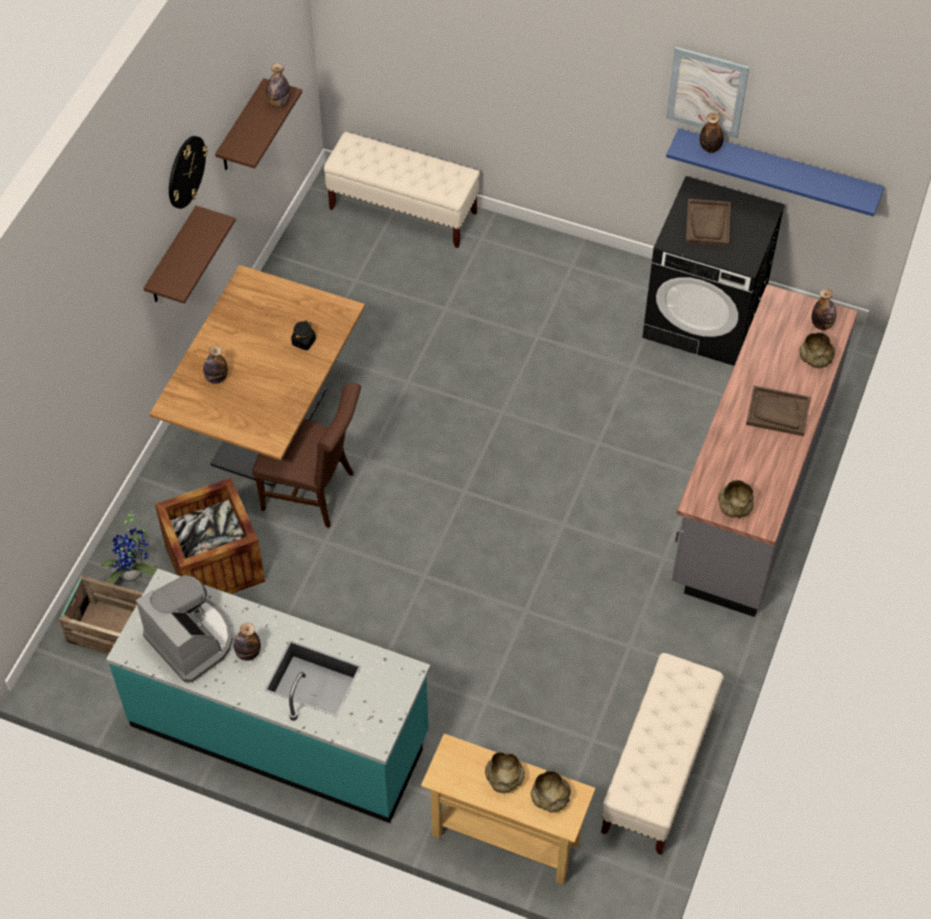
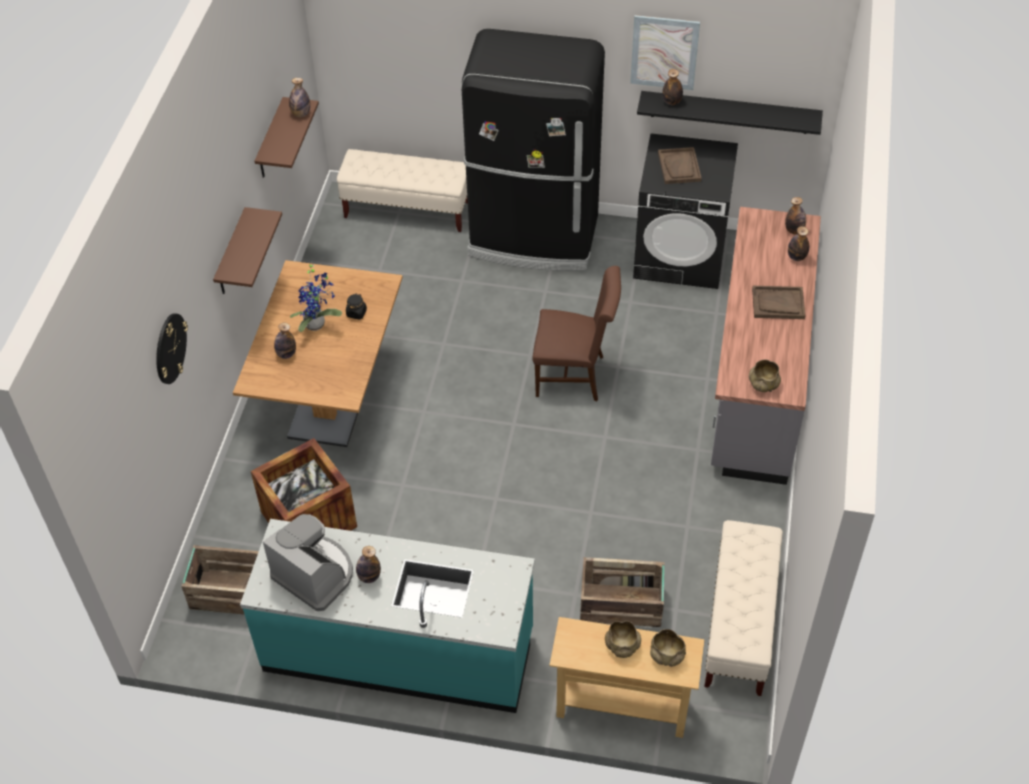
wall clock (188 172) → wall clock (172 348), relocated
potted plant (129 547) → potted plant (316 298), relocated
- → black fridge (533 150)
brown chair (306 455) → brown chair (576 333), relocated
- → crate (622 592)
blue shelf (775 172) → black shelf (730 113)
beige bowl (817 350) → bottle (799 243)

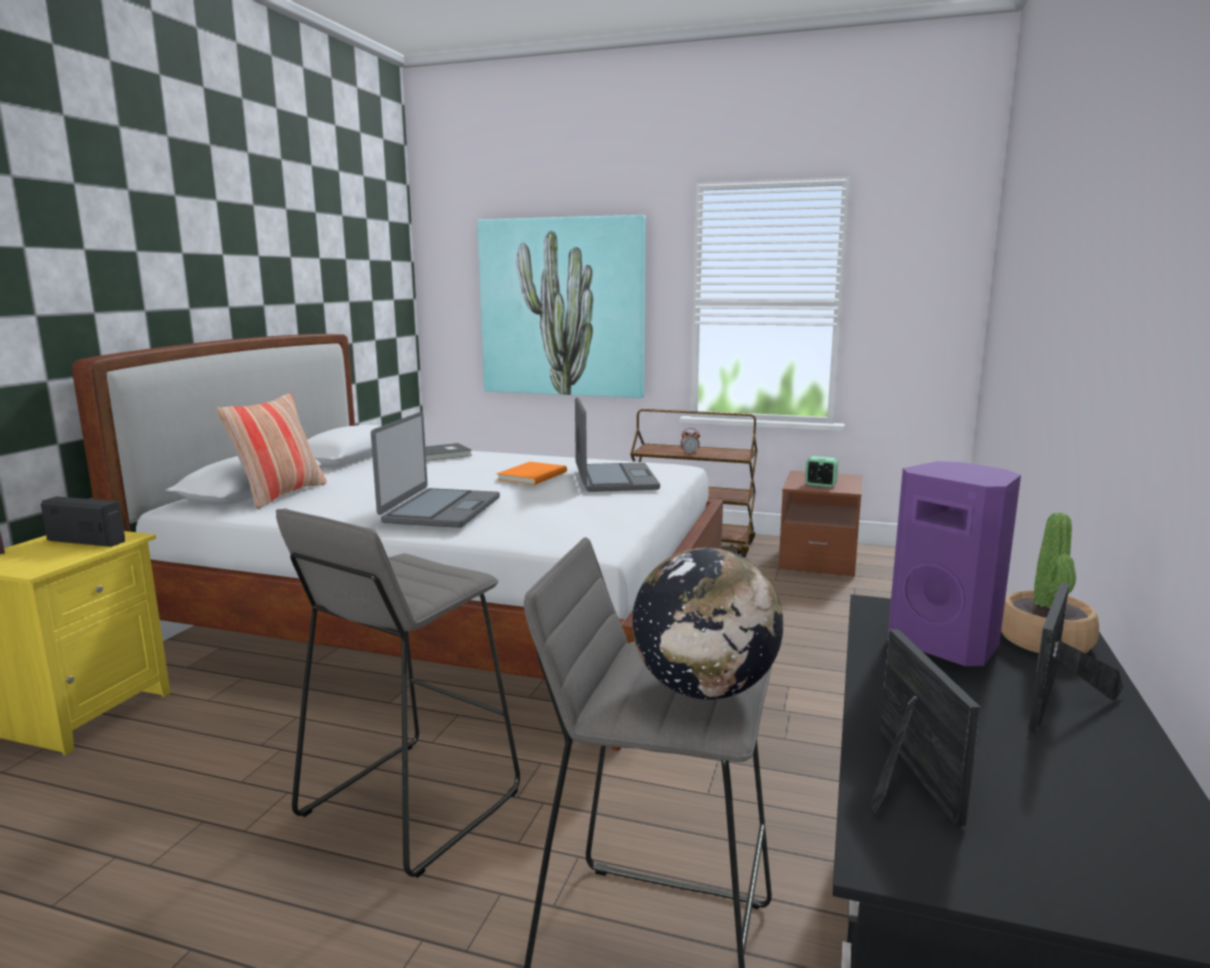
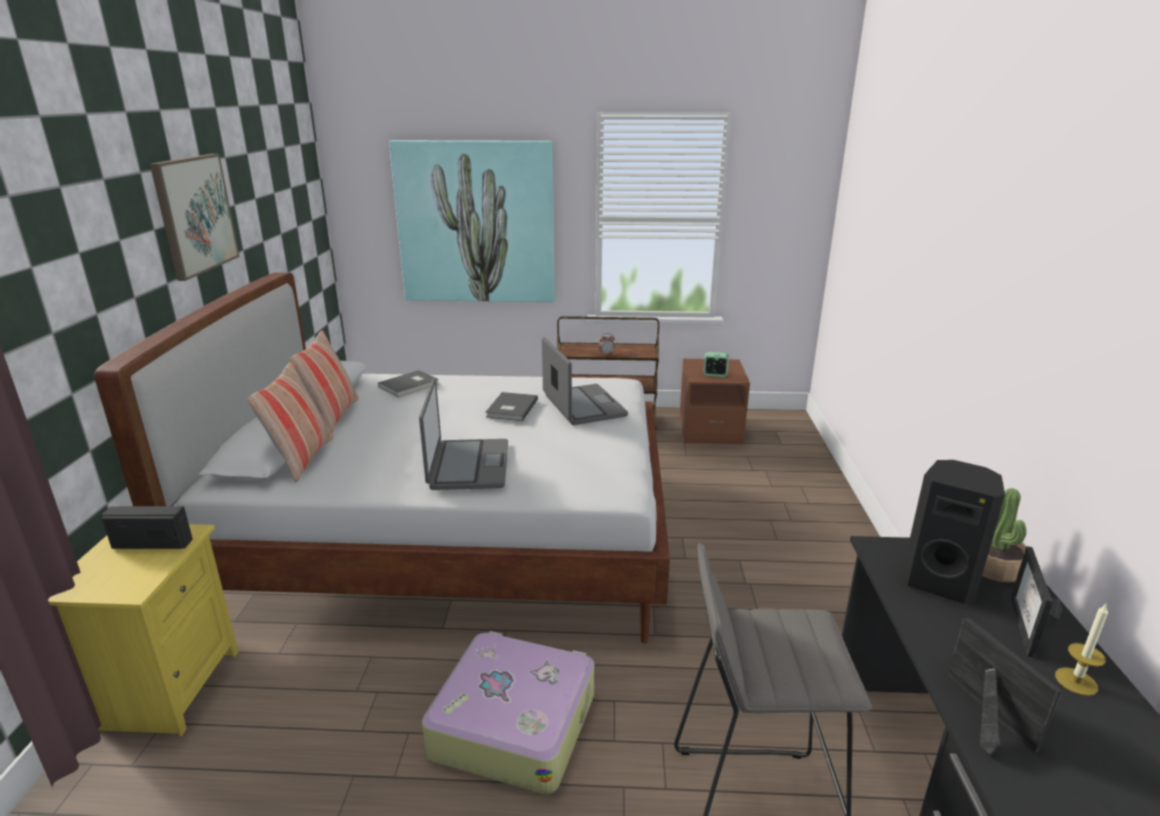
- → picture (195 217)
- → pillow (324 381)
grey stool (398 693) → suitcase (508 712)
orange book (531 473) → grey book (511 406)
purple speaker (954 563) → black speaker (953 532)
- → candle (1081 650)
globe (707 623) → -

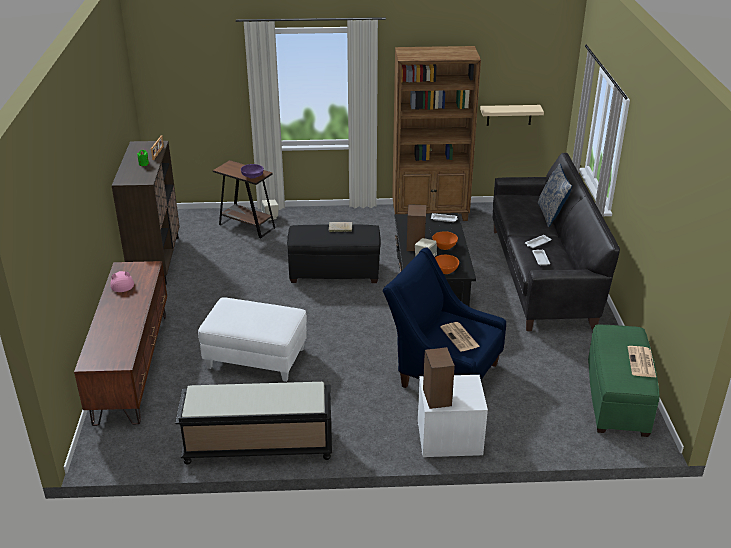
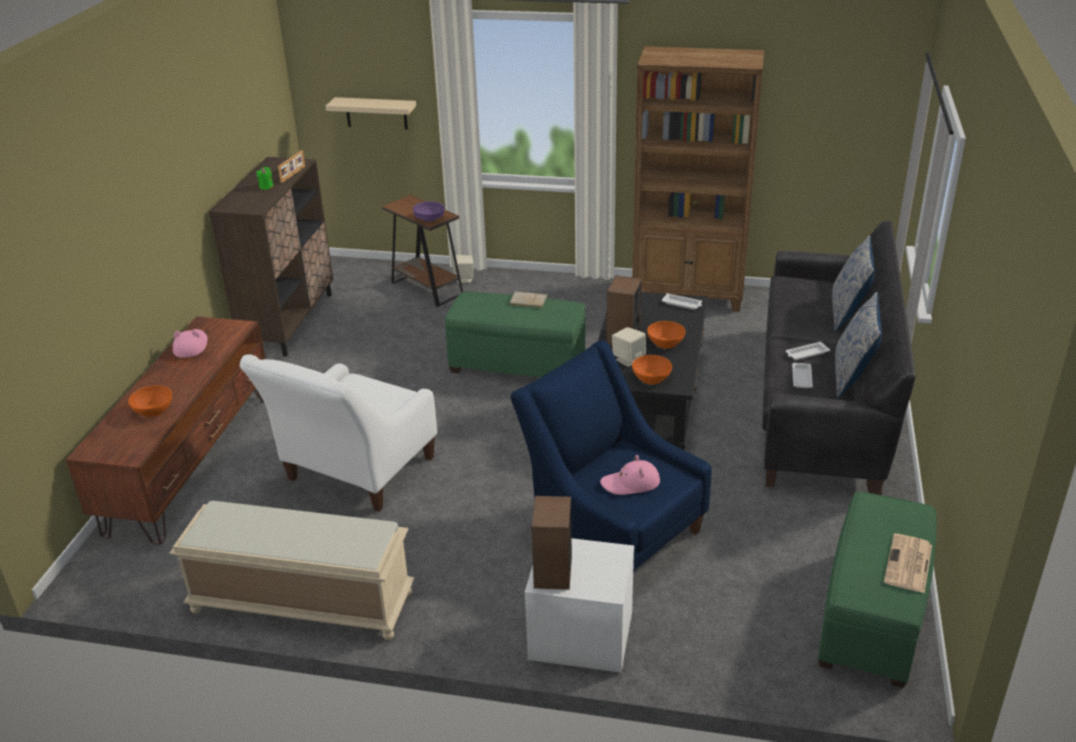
- → orange bowl (150 401)
black bench (253 423) → beige bench (292 570)
white ottoman (252 339) → white armchair (338 433)
beige shelf (512 115) → beige shelf (371 113), relocated
black ottoman (334 253) → green ottoman (515 334)
newspaper (460 337) → pink hat (630 475)
- → pillow (858 345)

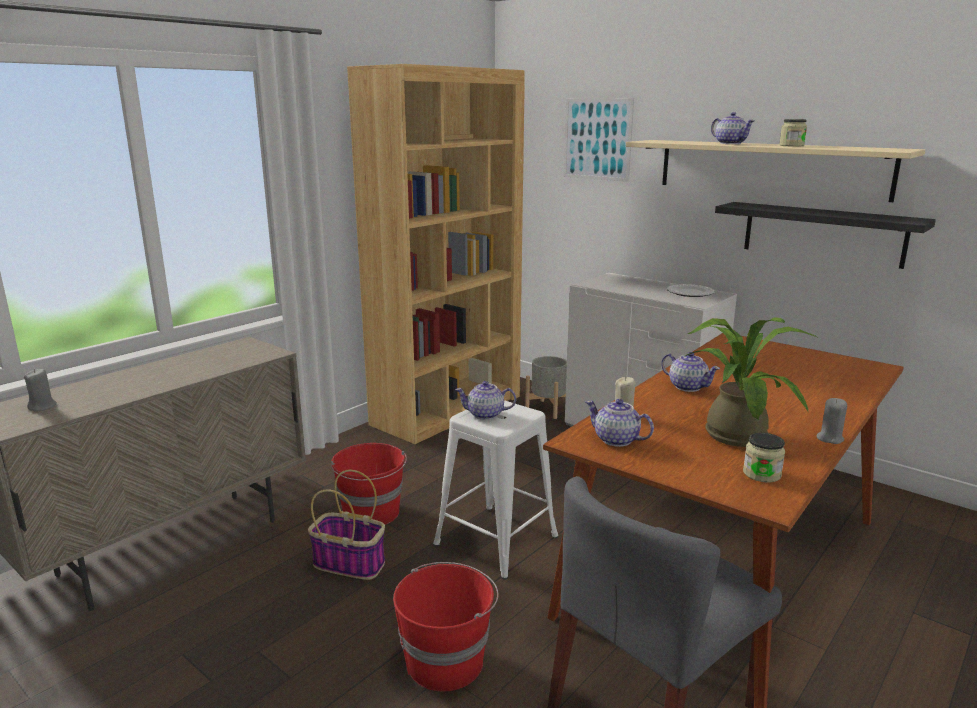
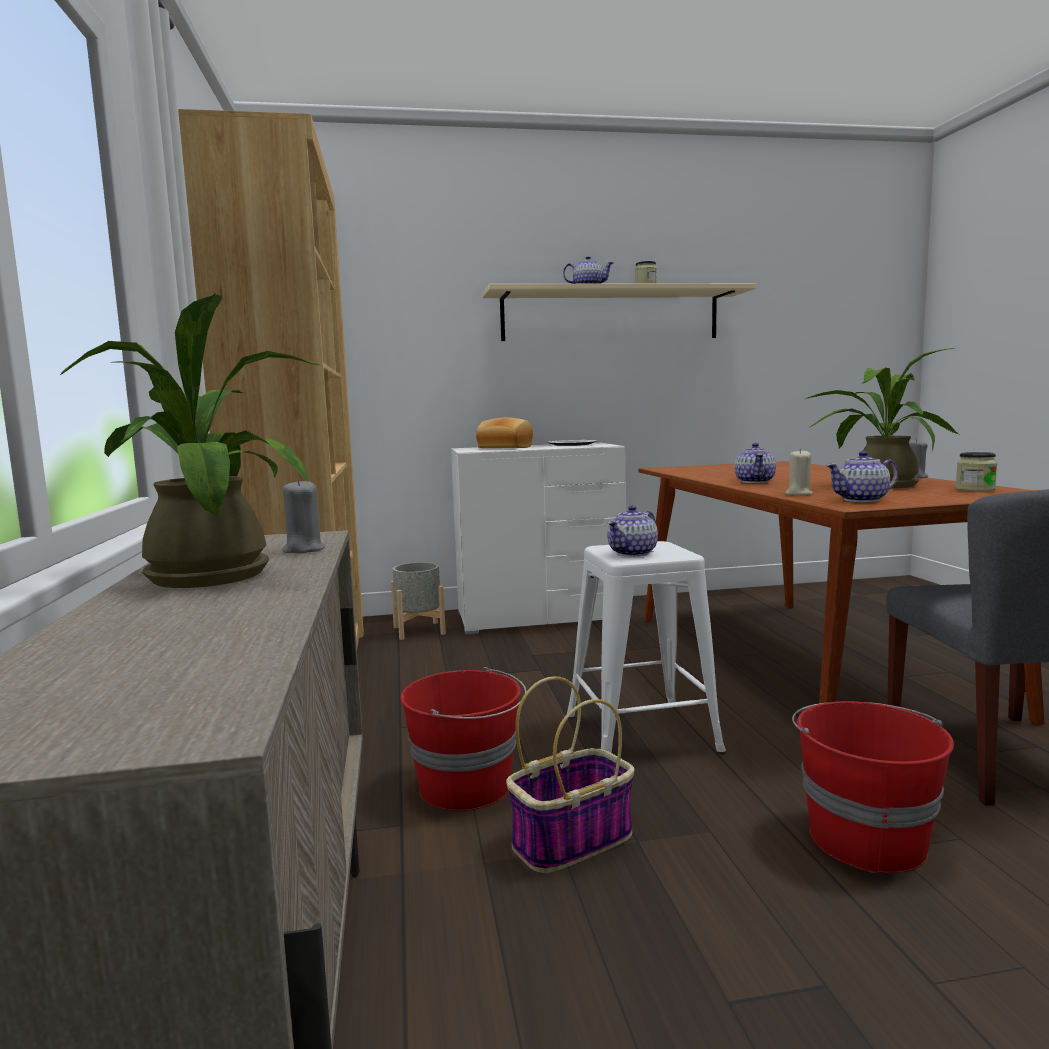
- → potted plant (189 440)
grey candle (40 390) → grey candle (303 516), relocated
- → bread (504 432)
teapot (690 372) → teapot (755 463), 105 degrees clockwise
picture (598 140) → -
black shelf (825 235) → -

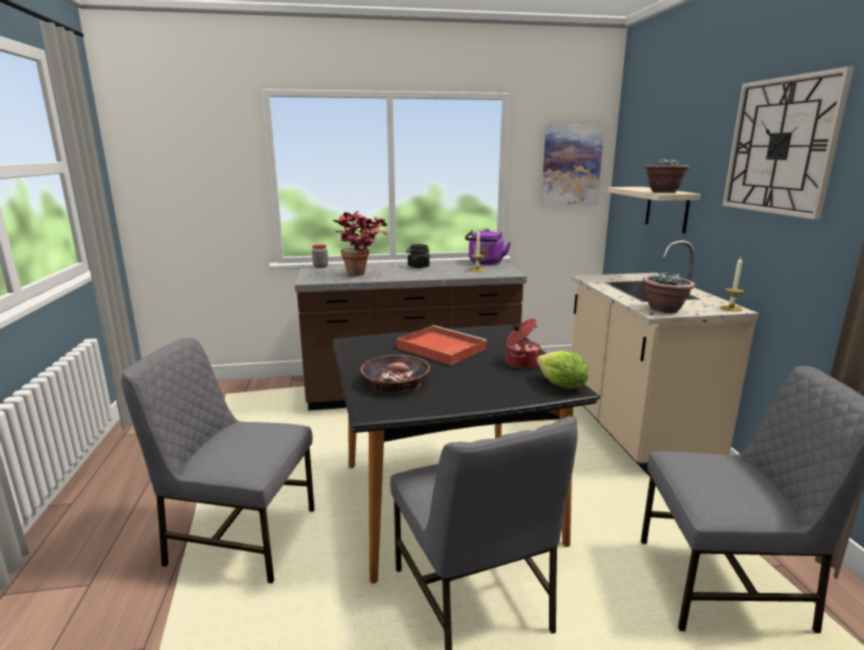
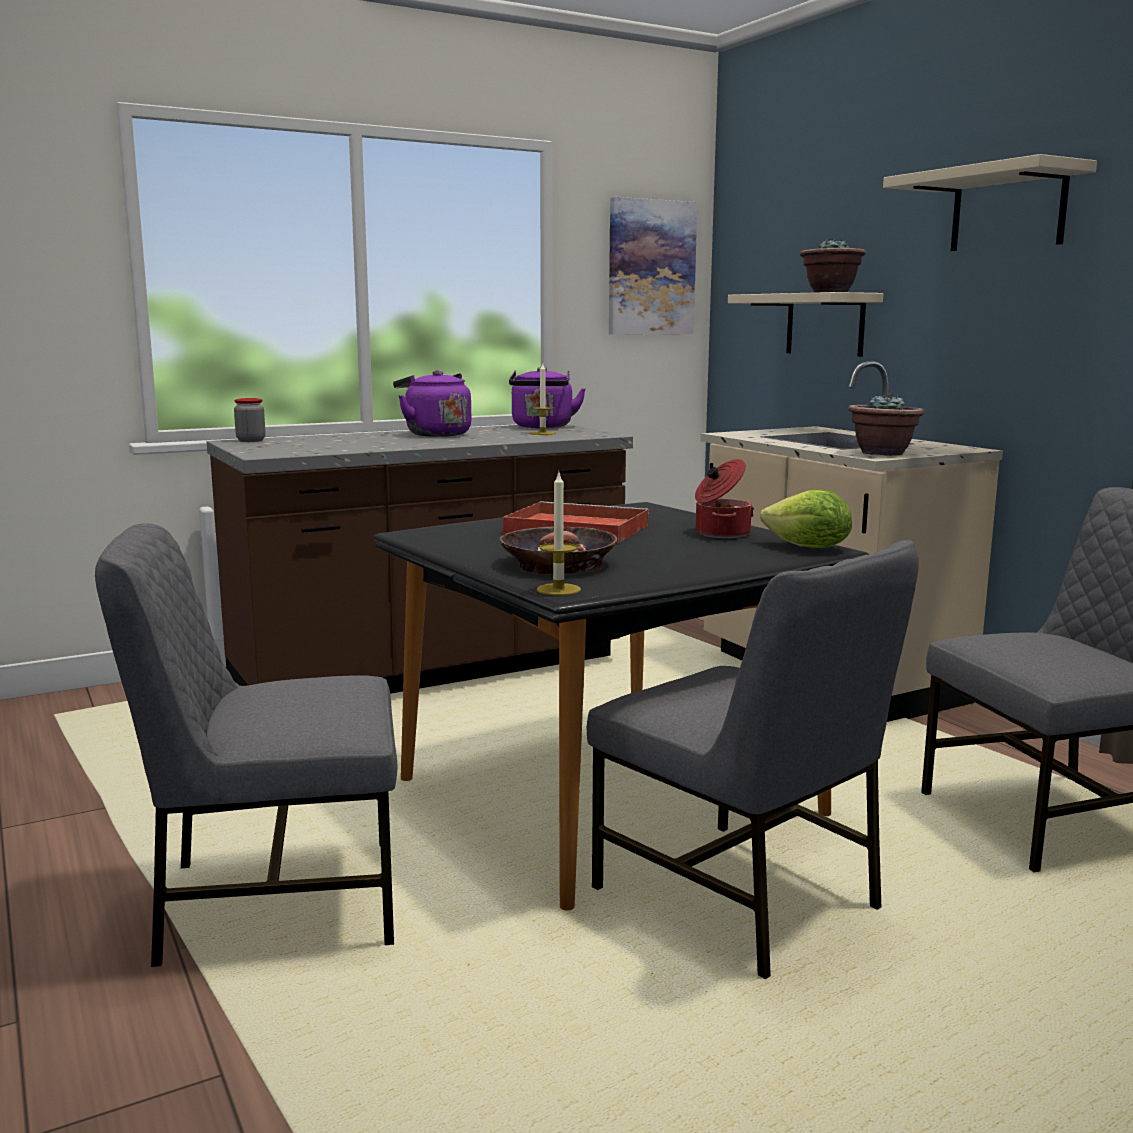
black jar (418 256) → purple kettle (432 403)
candle (732 284) → candle (559 534), relocated
wall clock (788 143) → beige shelf (990 202)
potted plant (360 243) → -

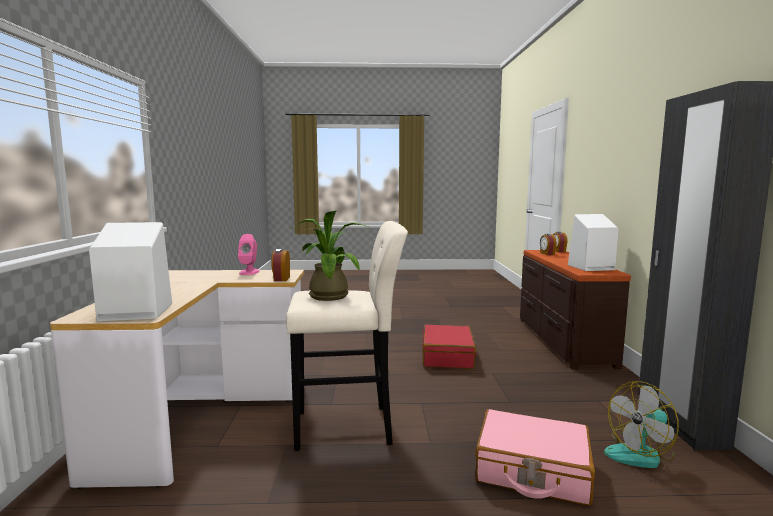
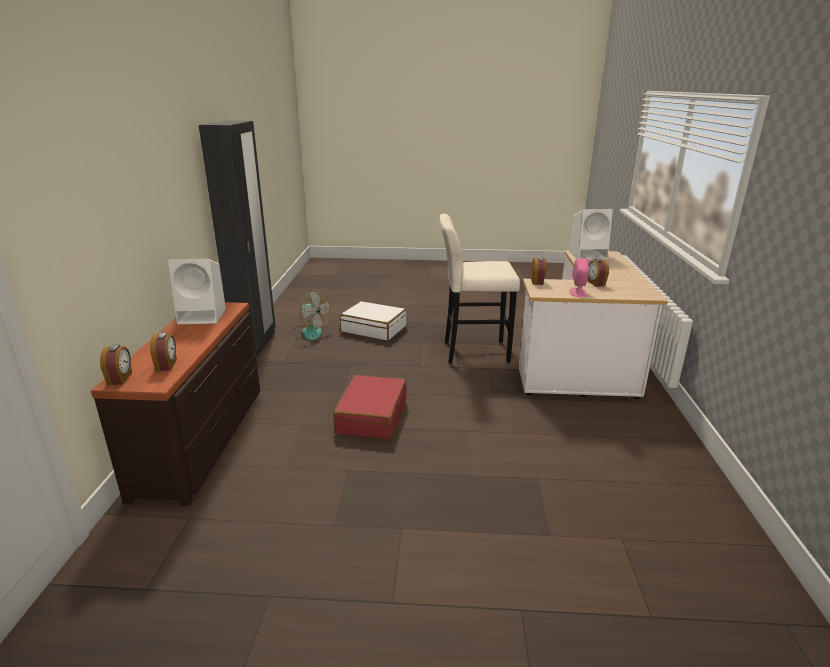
fan (641 424) → fan (308 315), 60 degrees clockwise
pink suitcase (535 457) → white suitcase (373 321)
- → alarm clock (598 272)
potted plant (330 256) → -

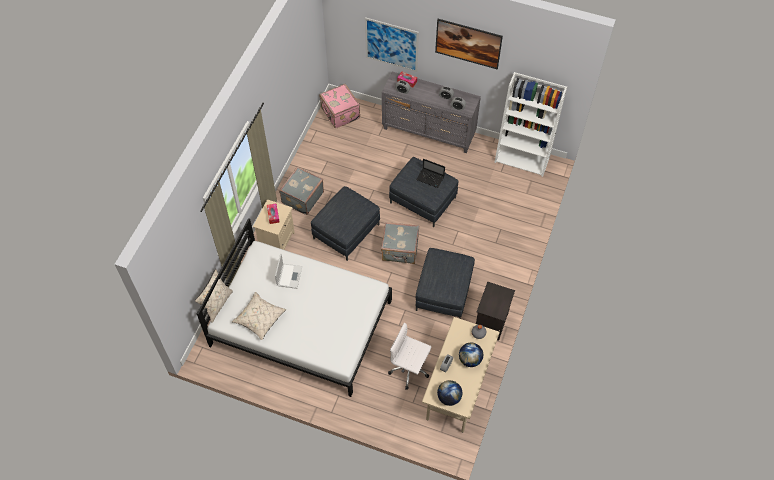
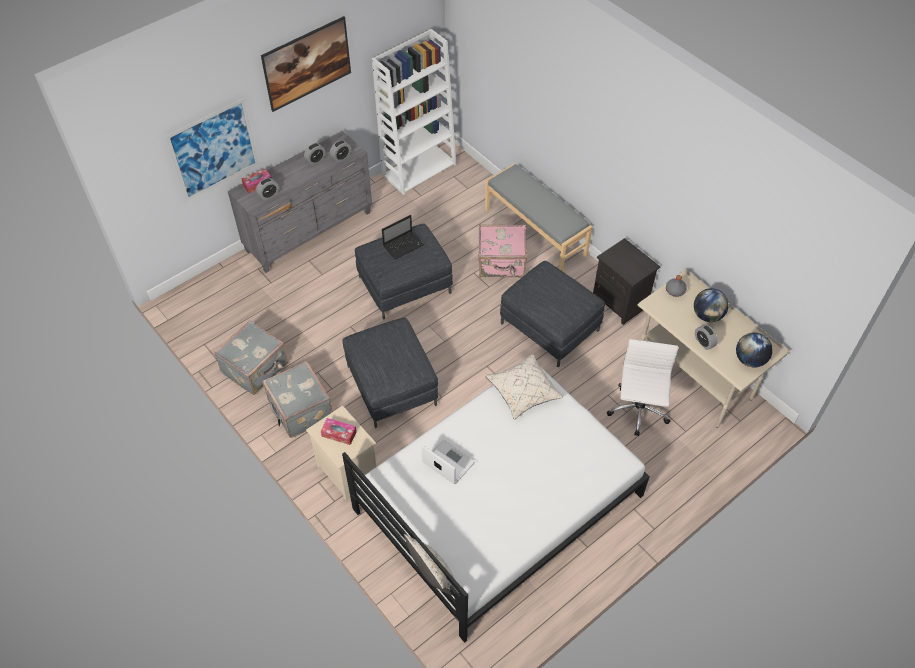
grey suitcase (400 243) → grey suitcase (251 357), relocated
pink suitcase (339 106) → pink suitcase (502 251), relocated
- → grey bench (538 217)
beige pillow (259 316) → beige pillow (524 387), relocated
white office chair (410 356) → white office chair (642 387), 135 degrees clockwise

